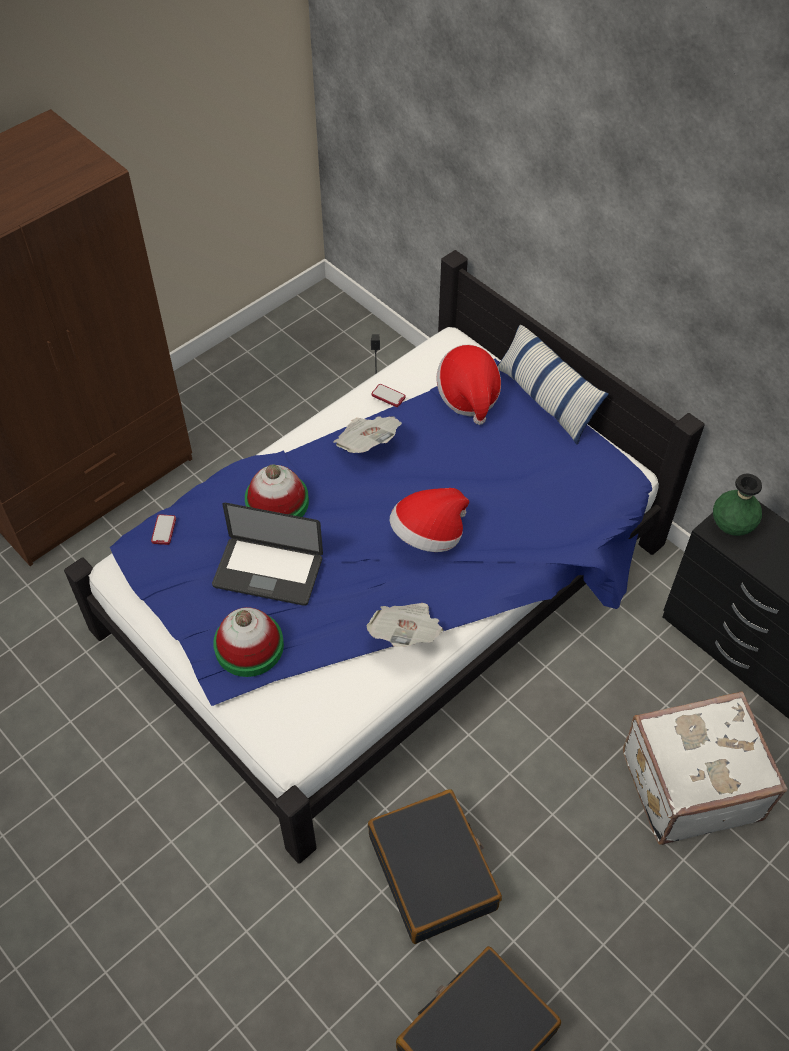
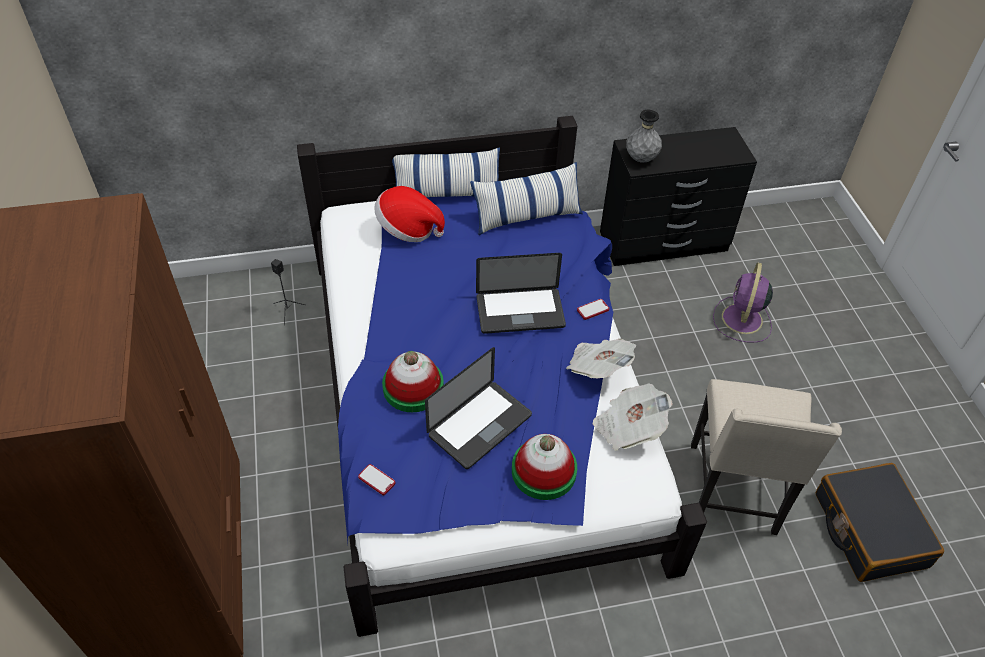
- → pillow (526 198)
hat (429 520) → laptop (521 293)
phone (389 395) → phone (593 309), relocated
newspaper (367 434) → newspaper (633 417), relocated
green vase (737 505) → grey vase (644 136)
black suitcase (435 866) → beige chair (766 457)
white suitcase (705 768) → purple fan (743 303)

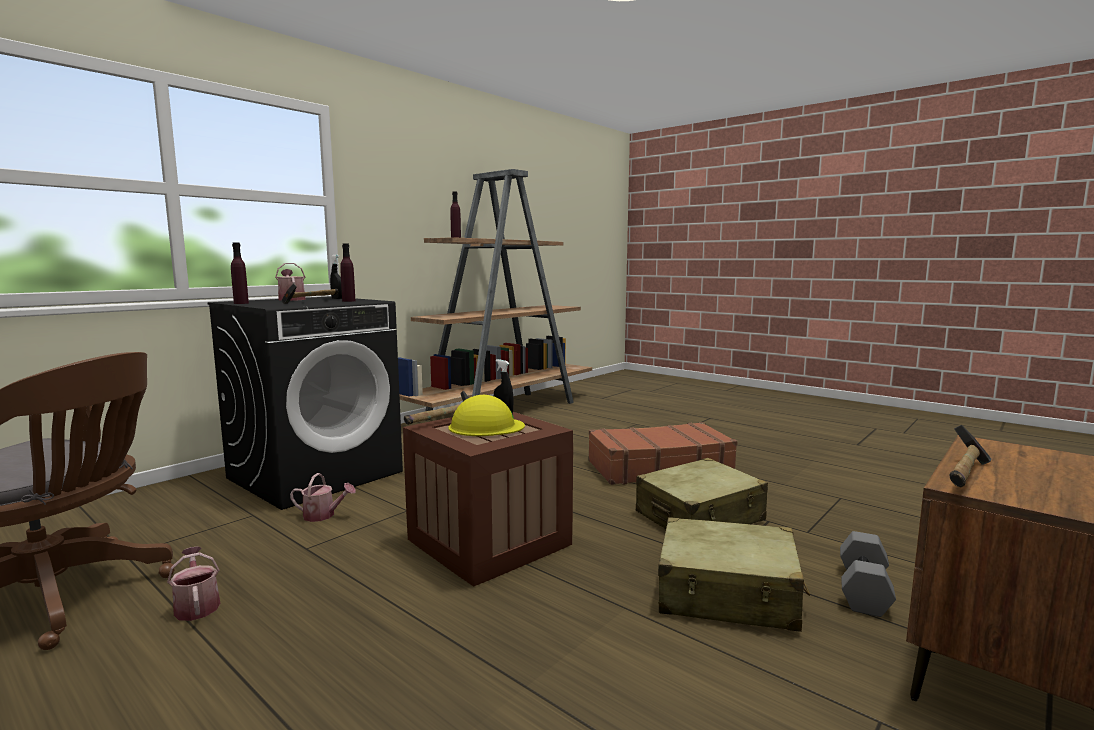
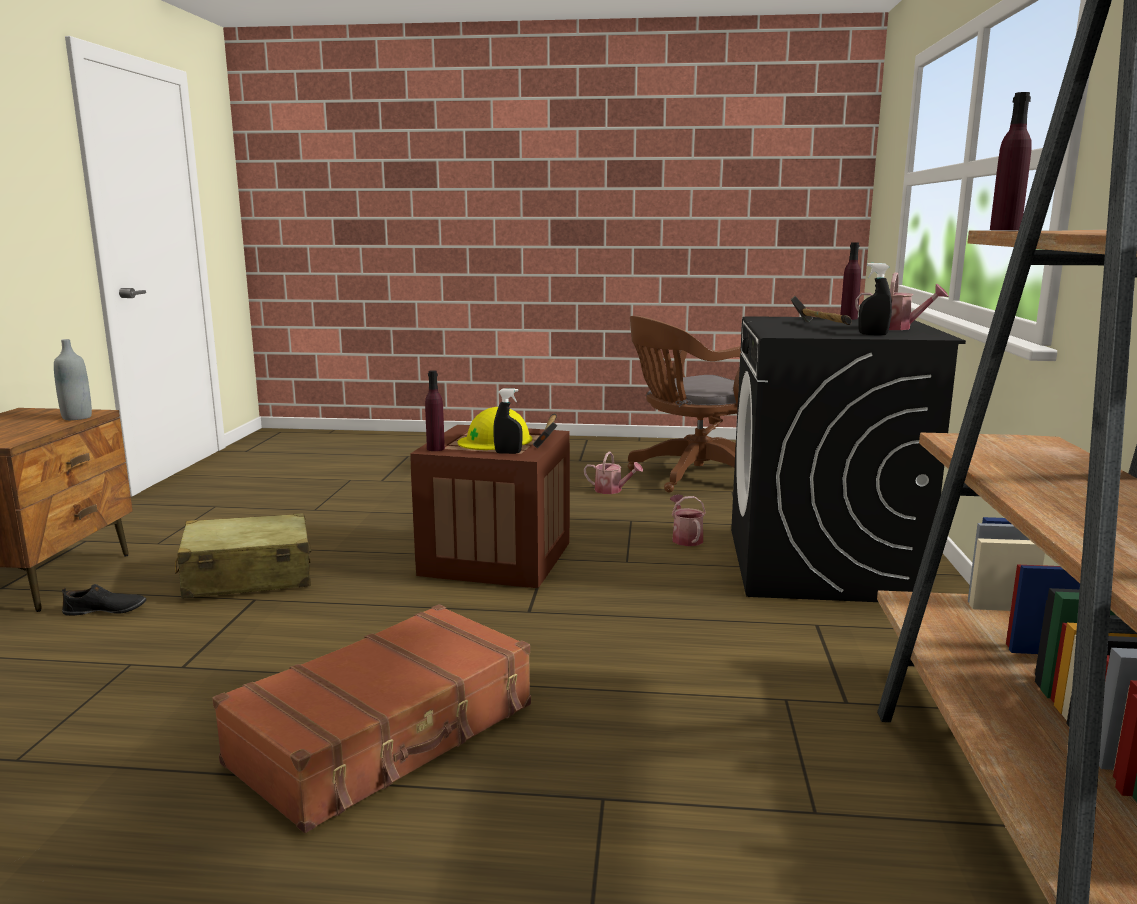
hammer (970 455) → grey bottle (73 379)
grey dumbbell (868 574) → black shoe (104 600)
purple bottle (347 272) → purple bottle (435 410), relocated
watering can (323 497) → watering can (688 520), 105 degrees clockwise
beige suitcase (702 493) → -

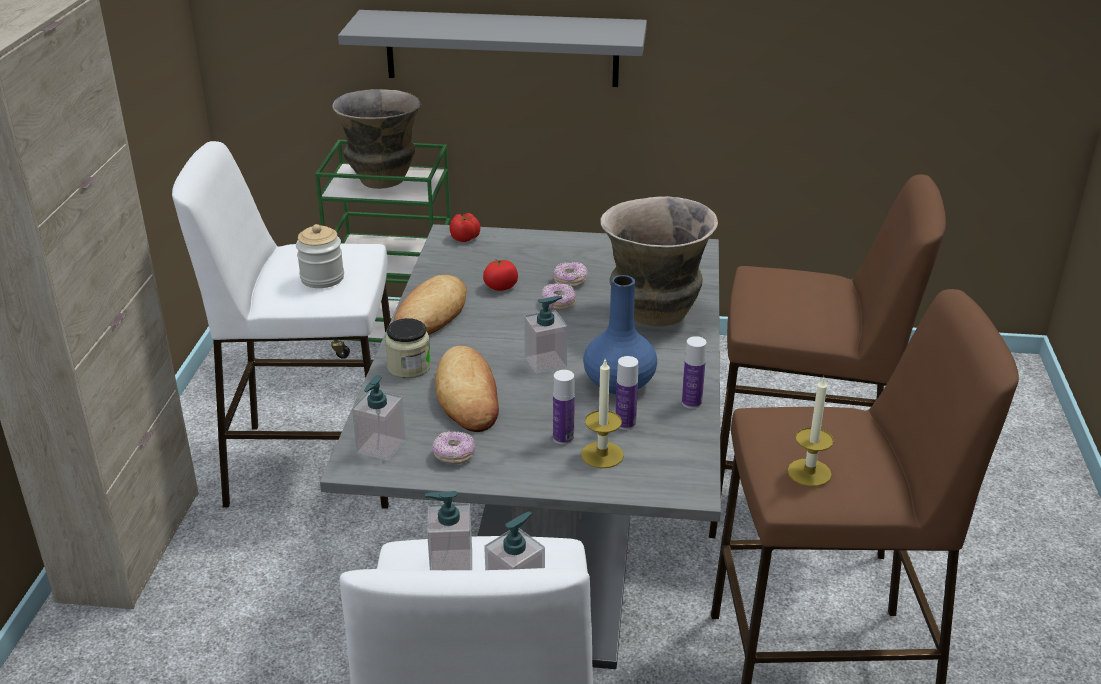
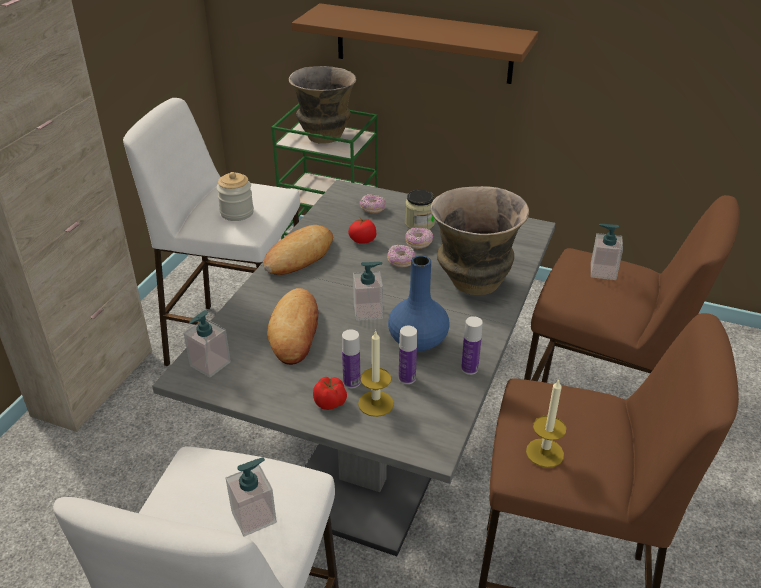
grey shelf (492 48) → brown shelf (415 43)
tomato (464 227) → tomato (330 393), relocated
donut (453 447) → donut (373 203), relocated
jar (408 348) → jar (420 209), relocated
soap dispenser (448 530) → soap dispenser (607 252), relocated

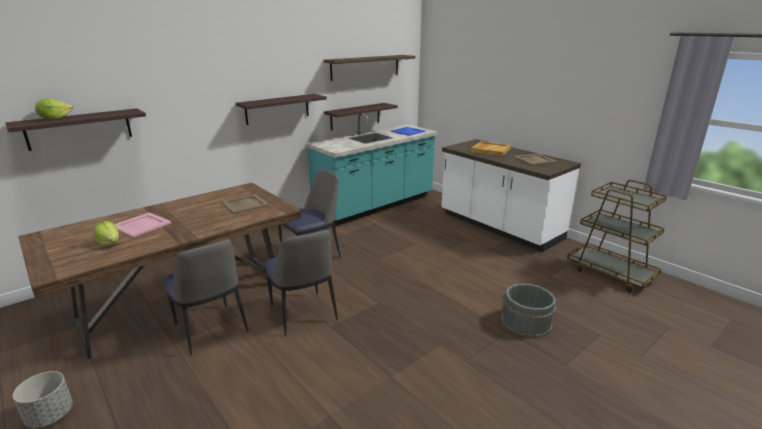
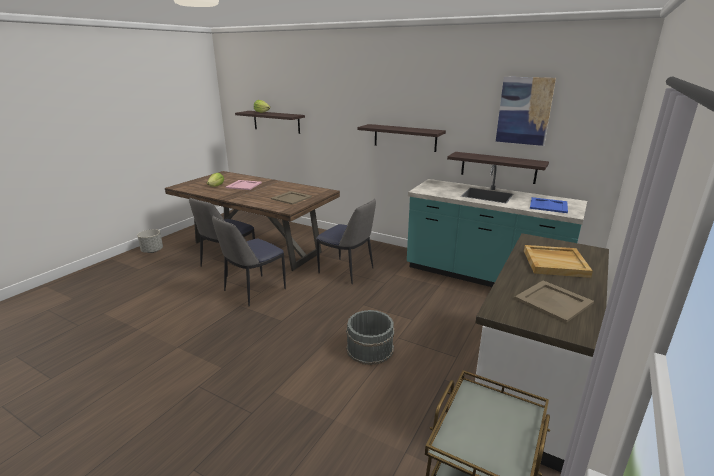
grey bucket (528 310) → grey bucket (370 337), relocated
shelf (369 68) → picture (526 111)

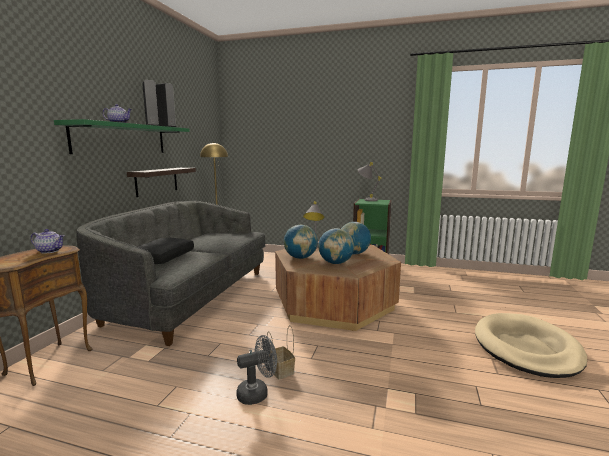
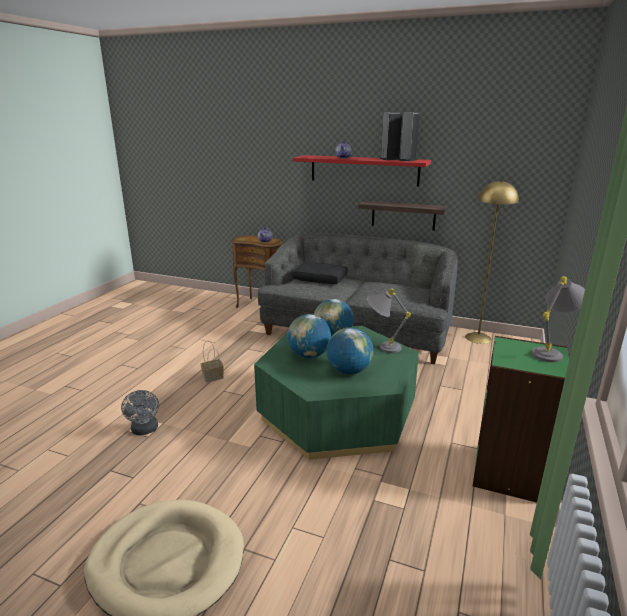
grey fan (256 370) → grey fan (140 412), relocated
brown coffee table (338 286) → green coffee table (336 393)
green shelf (122 136) → red shelf (362 170)

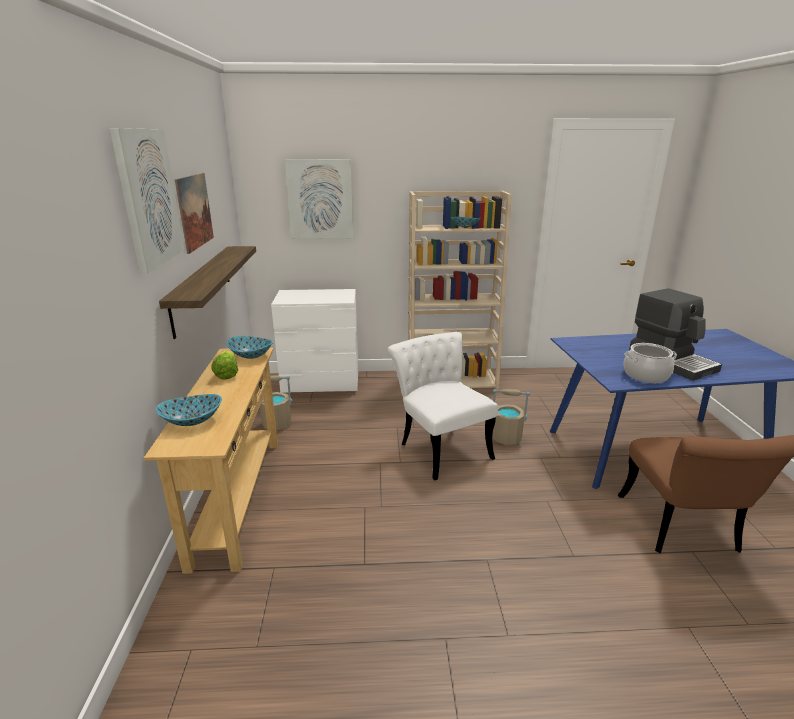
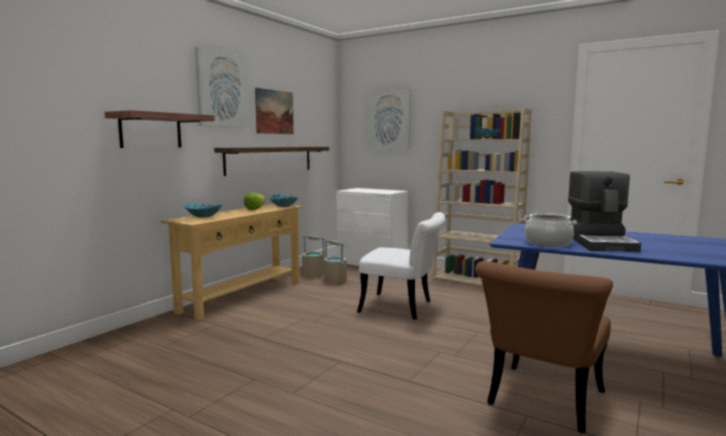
- → shelf (160 129)
beige bucket (511 417) → beige bucket (335 262), relocated
white chair (443 406) → white chair (401 266), 105 degrees clockwise

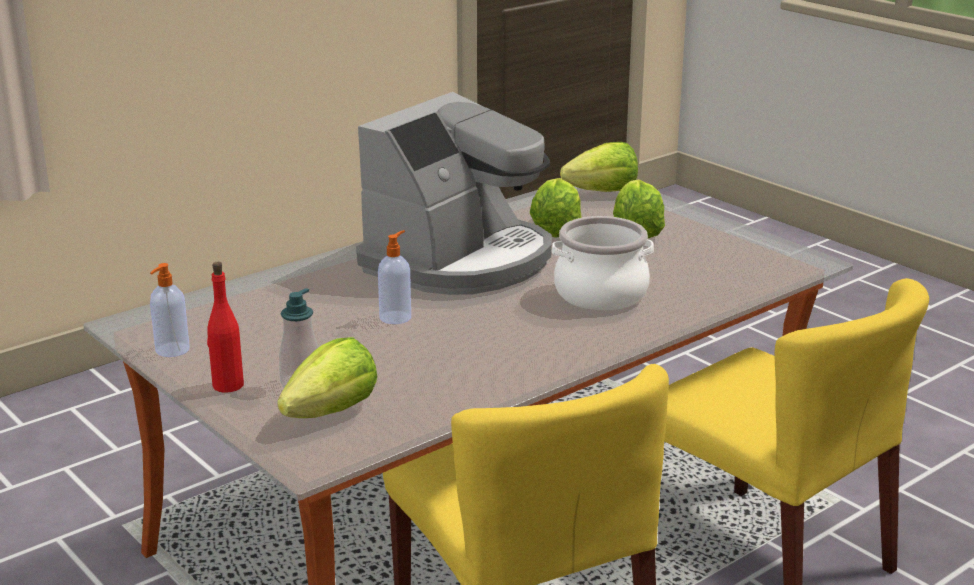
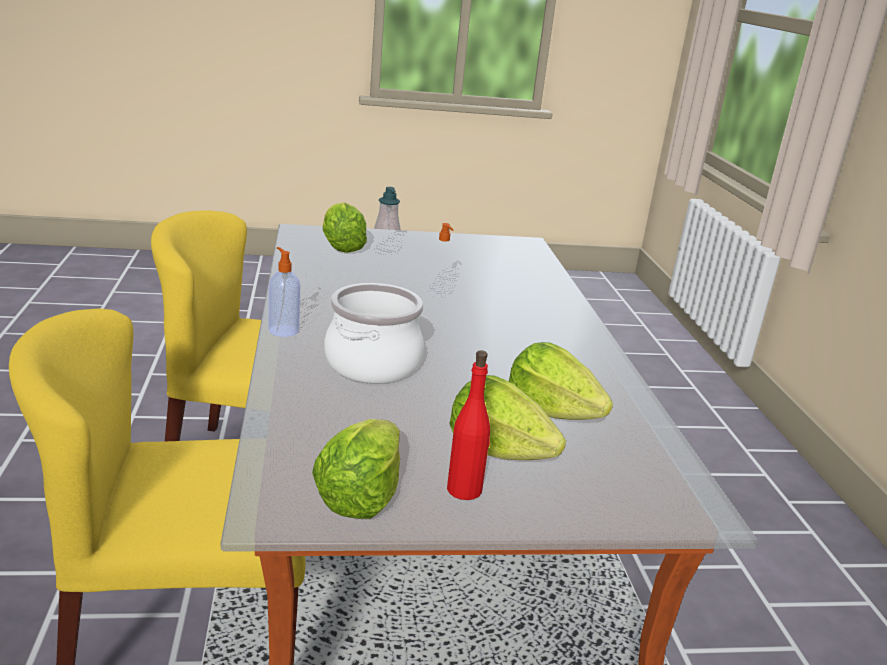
soap dispenser (170 310) → soap dispenser (284 292), relocated
lettuce (599 167) → lettuce (356 469), relocated
red bottle (225 327) → red bottle (468 425), relocated
coffee machine (454 193) → -

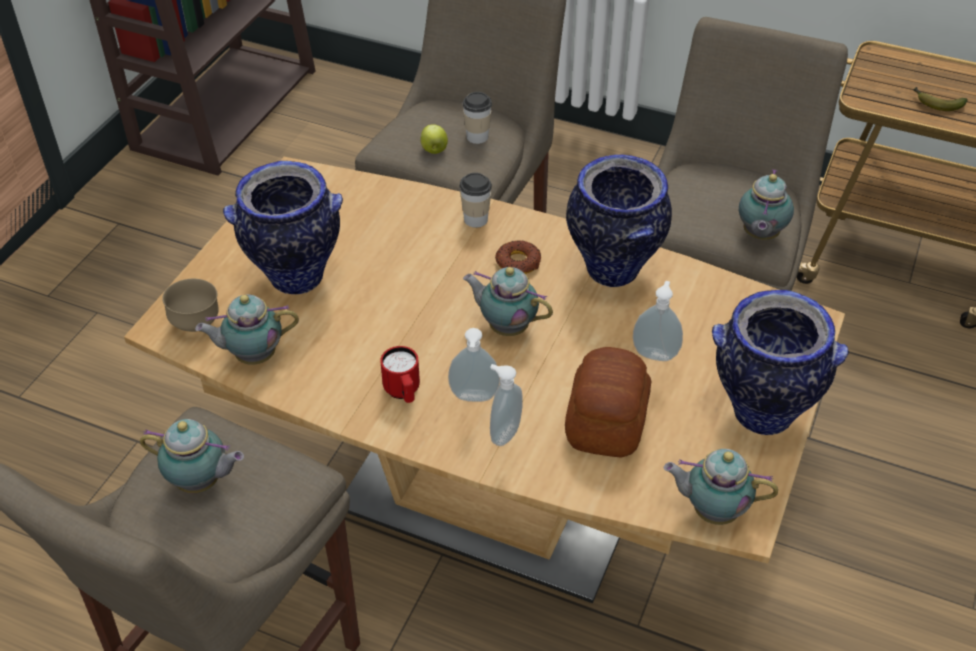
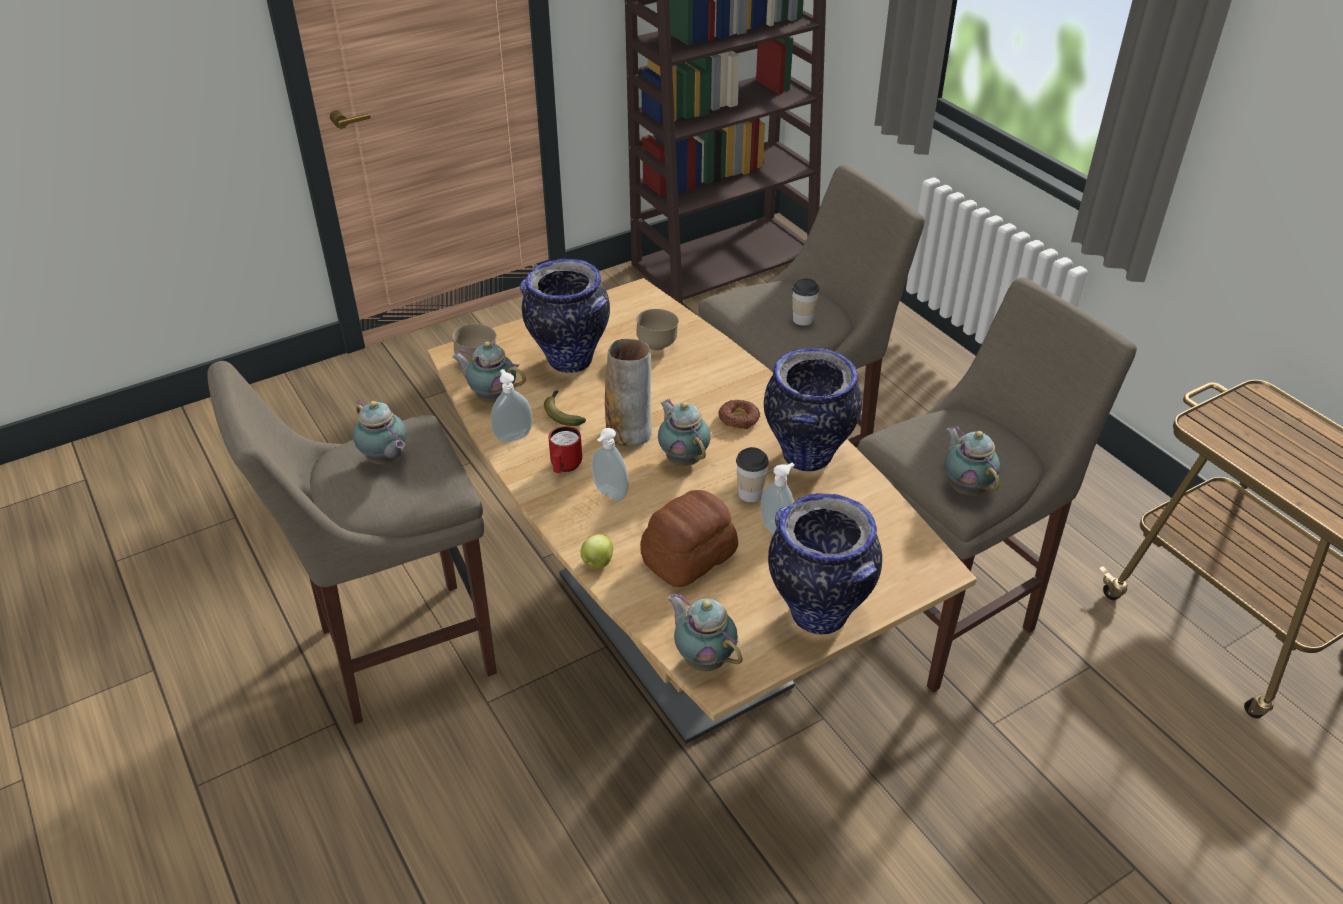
soap dispenser (506 405) → soap dispenser (512 406), relocated
banana (940 99) → banana (565 408), relocated
apple (434 139) → apple (596 551), relocated
- → vase (628 392)
- → brown bowl (657 330)
cup (476 200) → cup (752 474), relocated
teapot (766 204) → teapot (972 461), 105 degrees clockwise

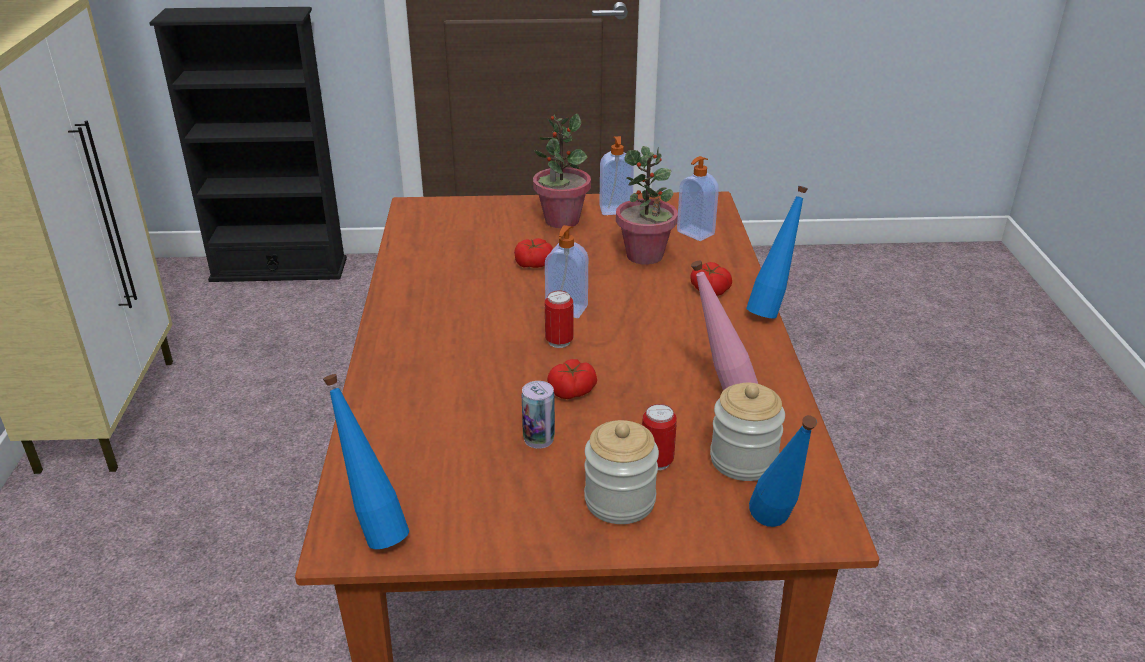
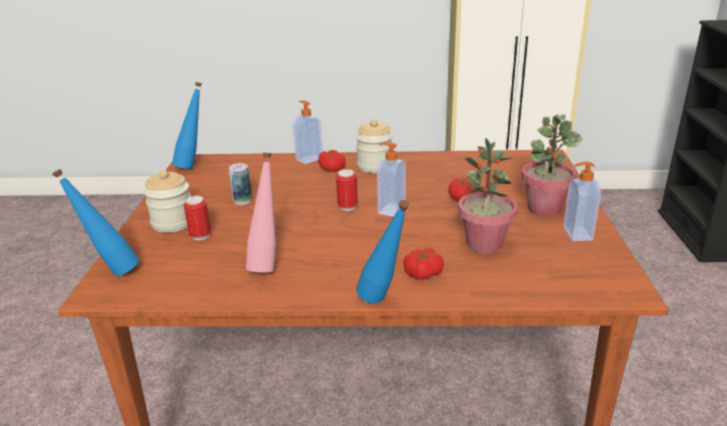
soap dispenser (698 198) → soap dispenser (308 132), relocated
tomato (572 379) → tomato (332 161), relocated
jar (747 432) → jar (374 146), relocated

